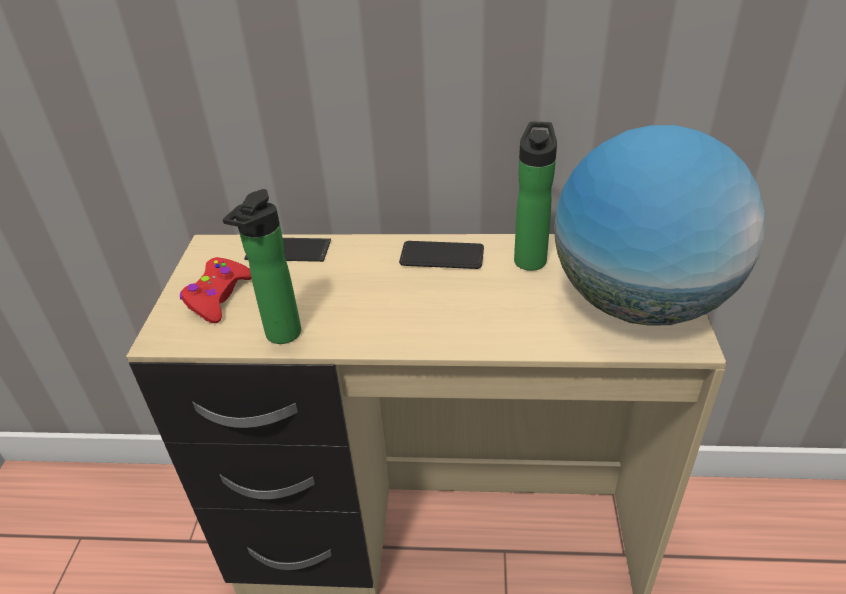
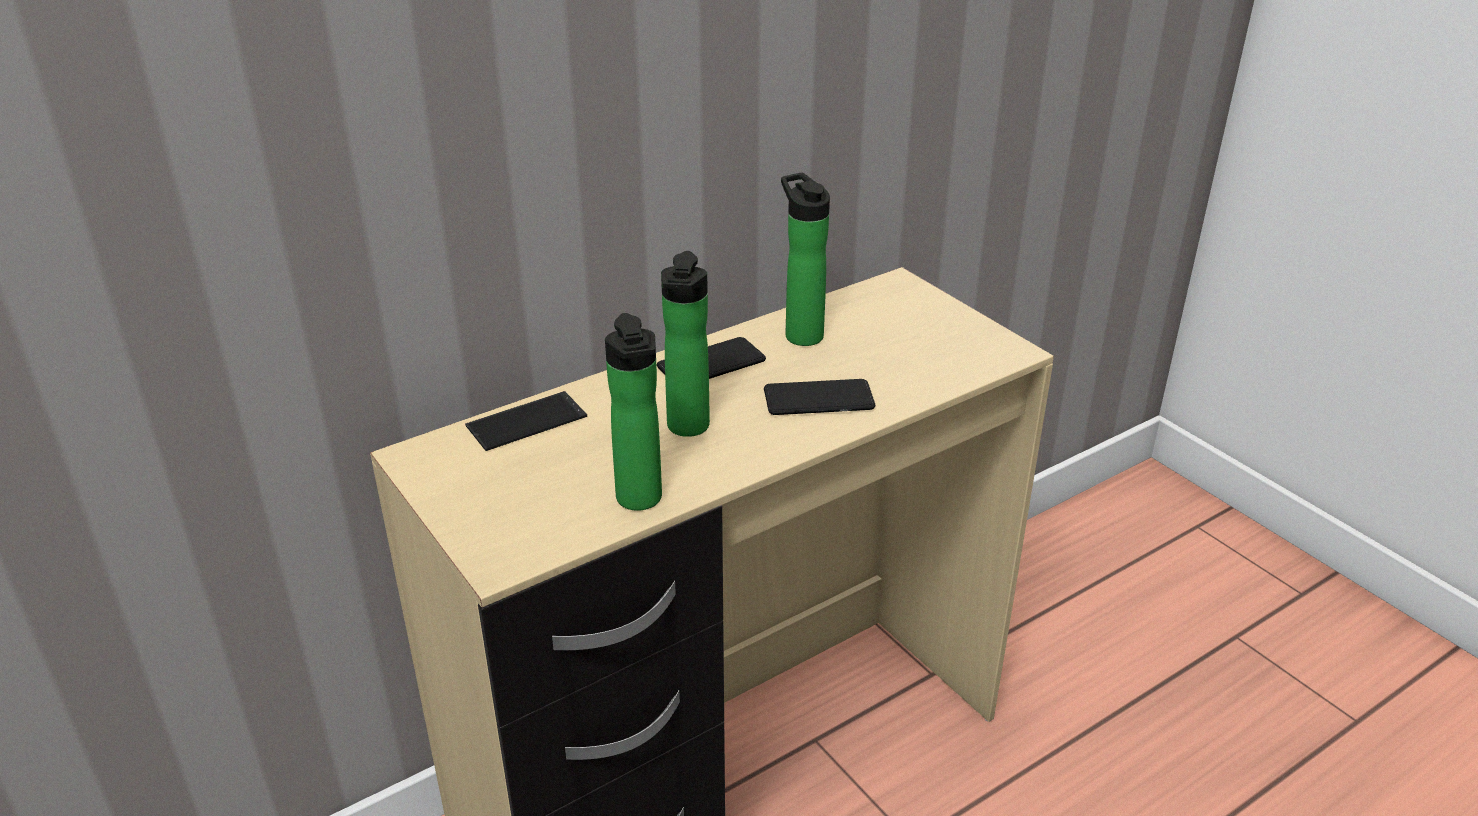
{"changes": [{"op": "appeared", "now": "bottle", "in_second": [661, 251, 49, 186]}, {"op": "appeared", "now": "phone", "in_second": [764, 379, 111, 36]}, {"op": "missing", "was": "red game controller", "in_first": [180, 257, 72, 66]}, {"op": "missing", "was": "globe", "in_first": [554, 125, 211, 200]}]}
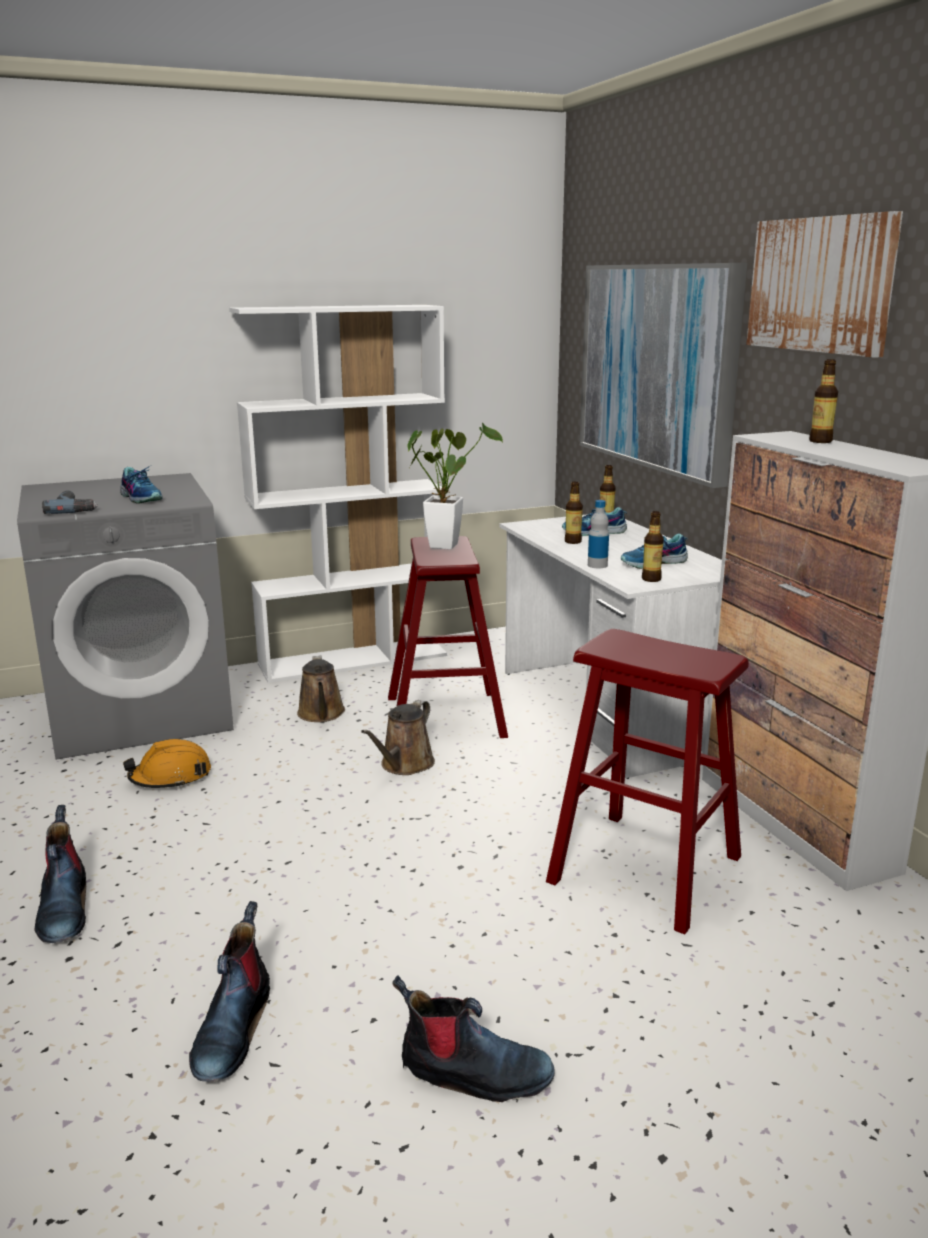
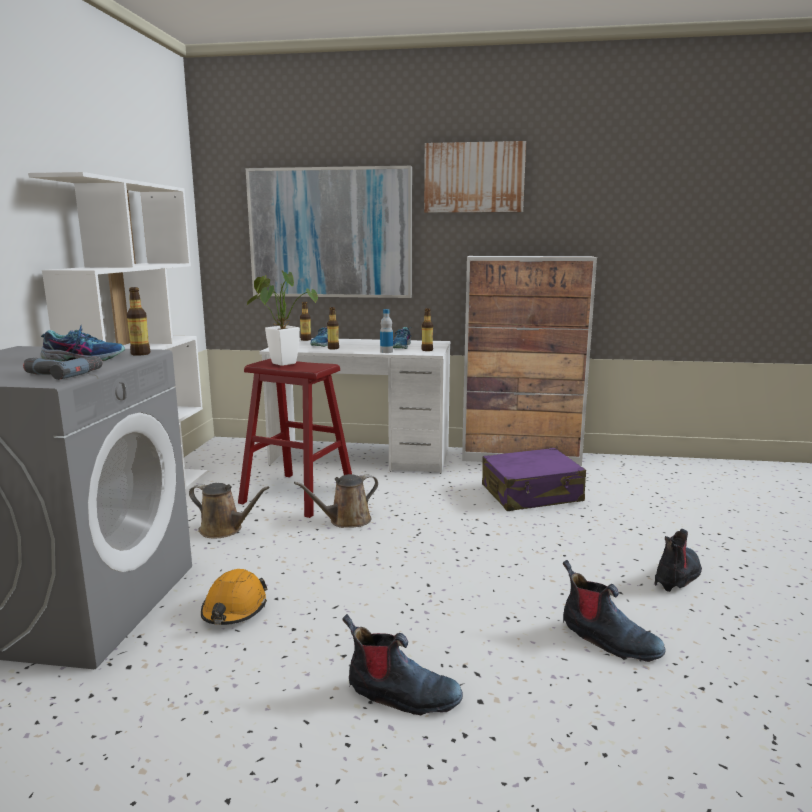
{"changes": [{"op": "relocated", "was": "bottle", "in_first": [809, 359, 29, 84], "in_second": [127, 287, 23, 69]}, {"op": "spun", "was": "brown watering can", "in_first": [361, 700, 74, 75], "in_second": [294, 474, 84, 54], "clockwise": 90}, {"op": "exchanged", "was": "red stool", "now": "purple suitcase", "in_first": [546, 629, 203, 305], "in_second": [482, 448, 104, 63]}]}
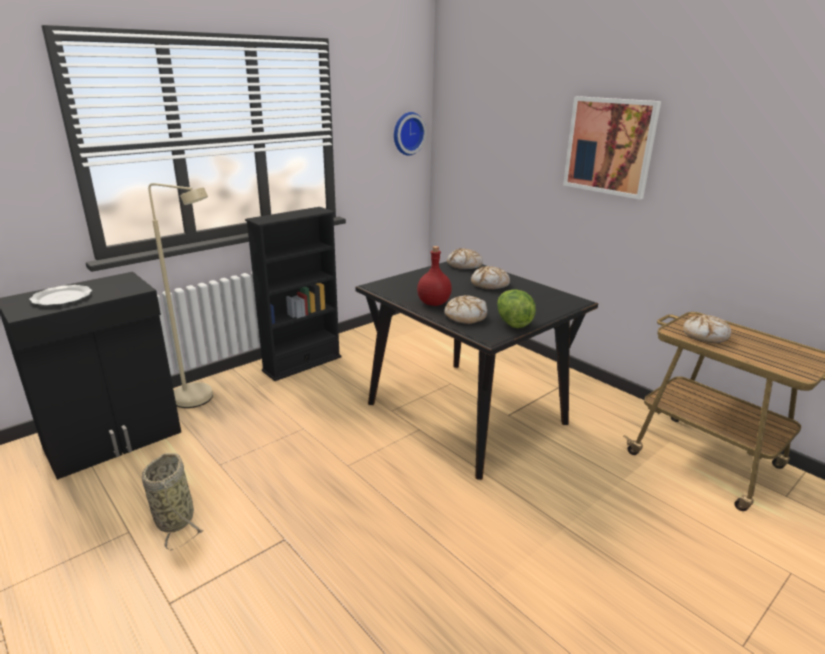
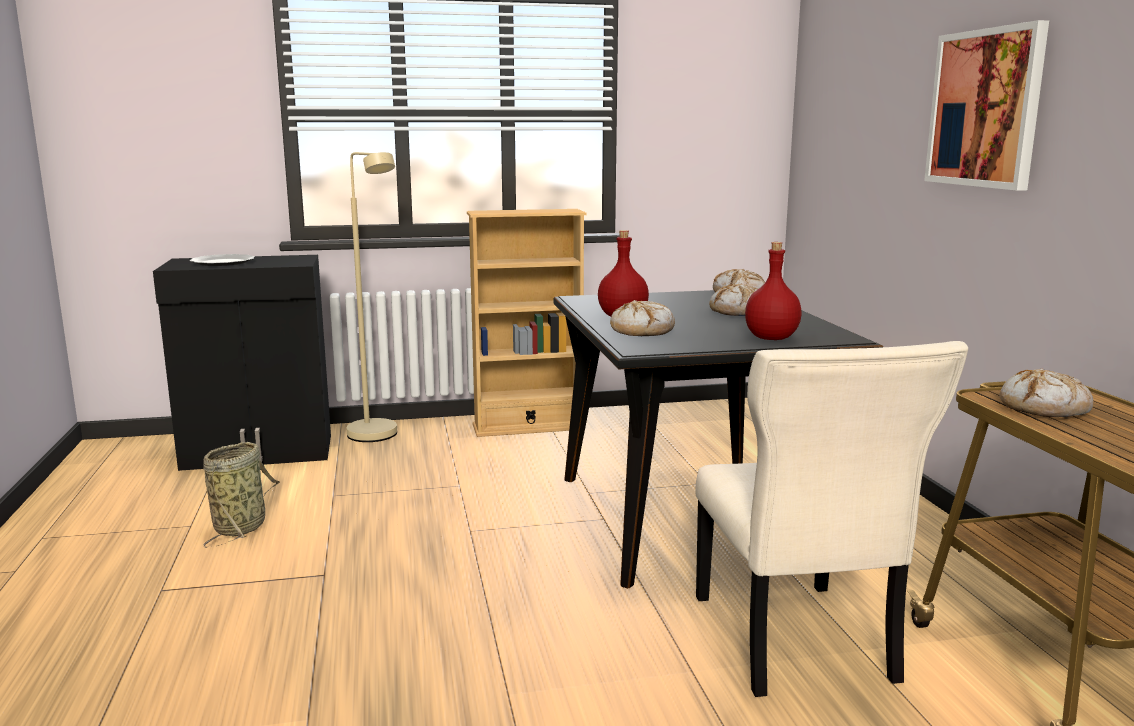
{"changes": [{"op": "colour", "was": "black bookcase", "now": "beige bookcase", "in_first": [245, 207, 96, 174], "in_second": [467, 209, 120, 228]}, {"op": "appeared", "now": "beige chair", "in_second": [695, 341, 273, 356]}, {"op": "appeared", "now": "red bottle", "in_second": [745, 242, 57, 98]}, {"op": "missing", "was": "wall clock", "in_first": [394, 112, 33, 44]}, {"op": "missing", "was": "lettuce", "in_first": [497, 289, 39, 39]}]}
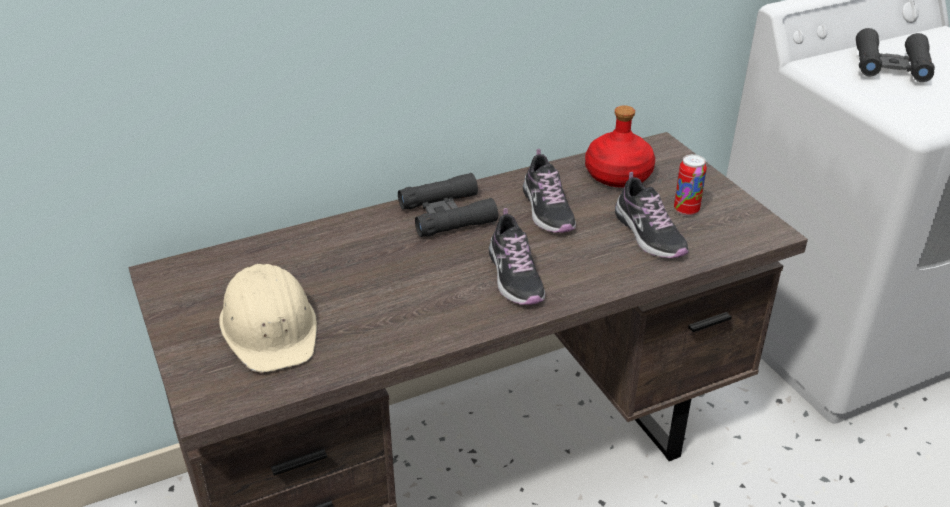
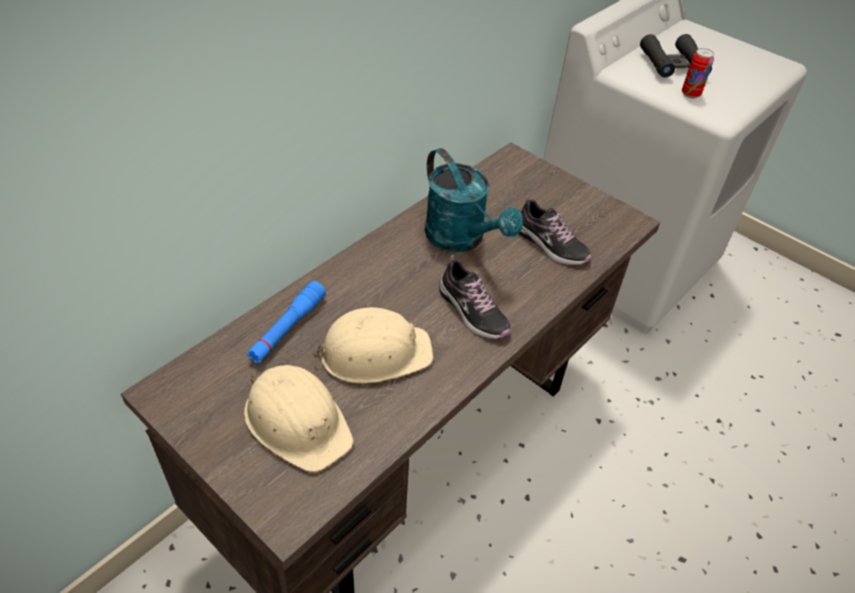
{"changes": [{"op": "appeared", "now": "blue flashlight", "in_second": [247, 281, 79, 82]}, {"op": "appeared", "now": "beige hard hat", "in_second": [312, 307, 121, 77]}, {"op": "exchanged", "was": "shoe", "now": "turquoise watering can", "in_first": [523, 149, 53, 84], "in_second": [425, 148, 98, 104]}, {"op": "relocated", "was": "can", "in_first": [674, 154, 33, 62], "in_second": [682, 48, 32, 50]}, {"op": "missing", "was": "black binoculars", "in_first": [398, 173, 100, 64]}, {"op": "missing", "was": "red bottle", "in_first": [585, 105, 70, 83]}]}
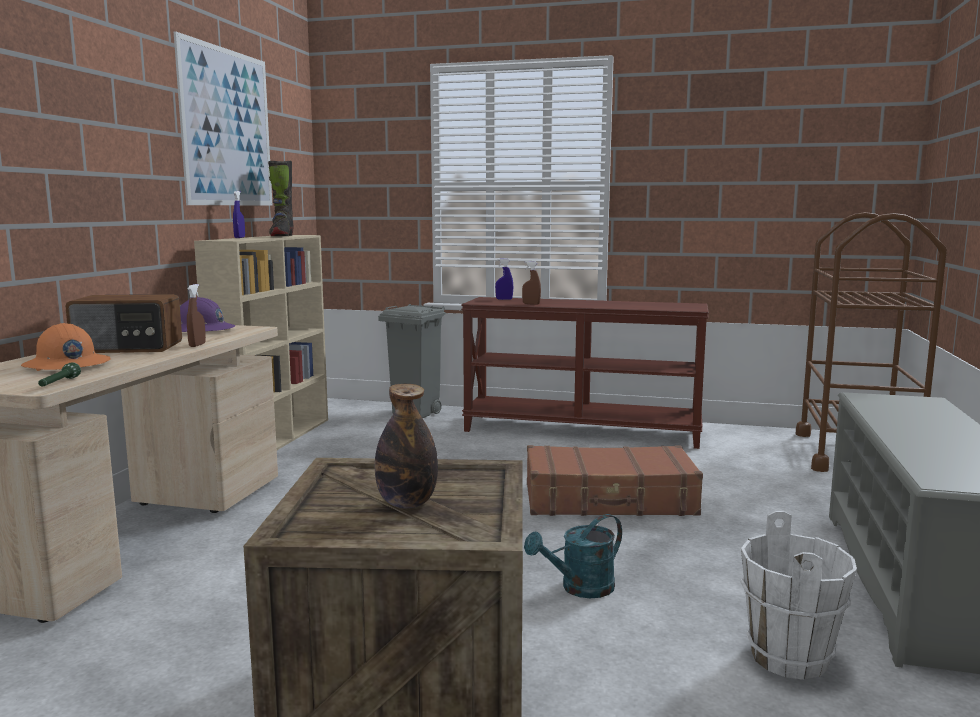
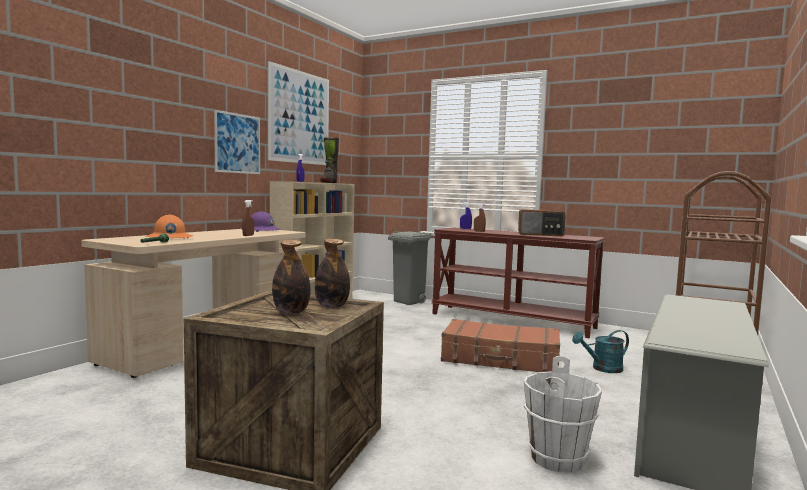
{"changes": [{"op": "appeared", "now": "picture", "in_second": [214, 110, 46, 64]}, {"op": "appeared", "now": "bottle", "in_second": [315, 239, 35, 69]}, {"op": "relocated", "was": "radio", "in_first": [65, 294, 117, 59], "in_second": [518, 209, 48, 27]}, {"op": "relocated", "was": "turquoise watering can", "in_first": [524, 514, 98, 84], "in_second": [572, 330, 57, 43]}]}
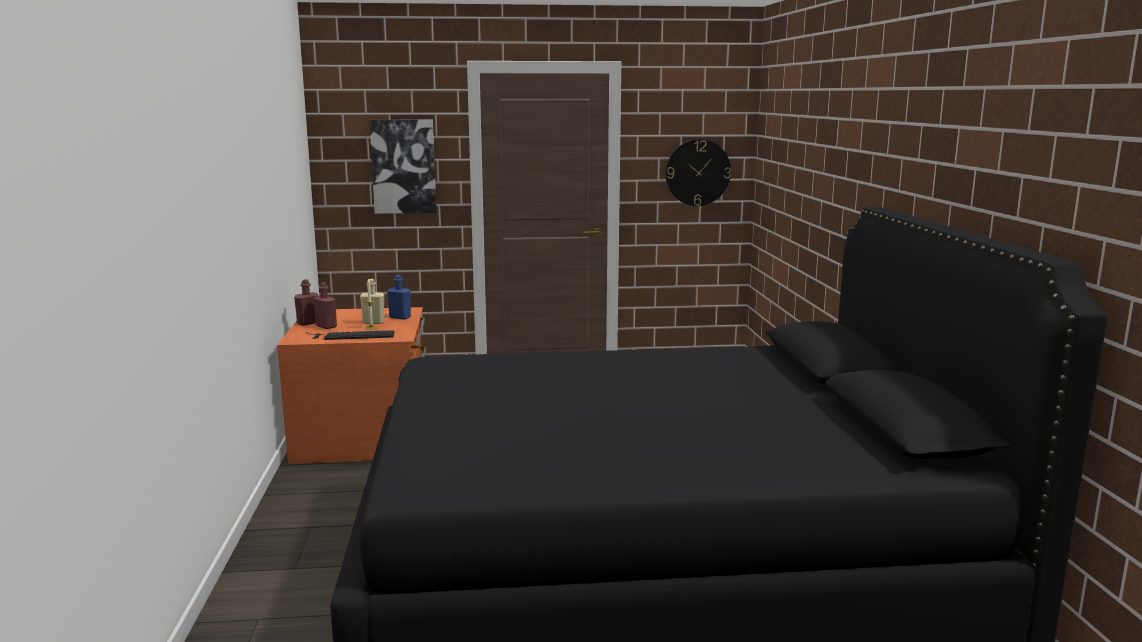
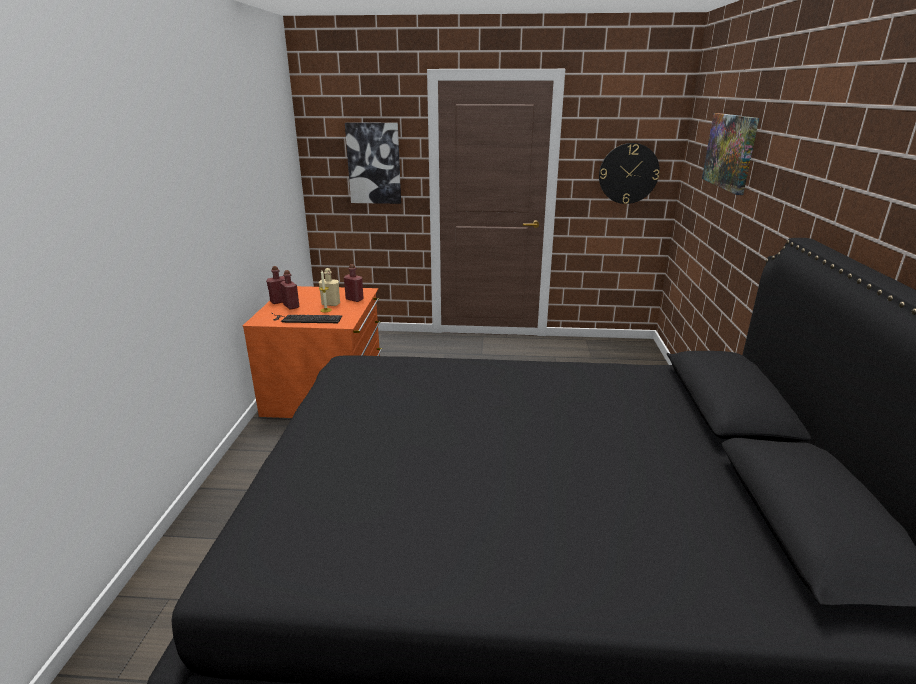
{"changes": [{"op": "colour", "was": "blue bottle", "now": "red bottle", "in_first": [387, 275, 24, 44], "in_second": [344, 264, 20, 38]}, {"op": "appeared", "now": "picture", "in_second": [702, 113, 57, 82]}]}
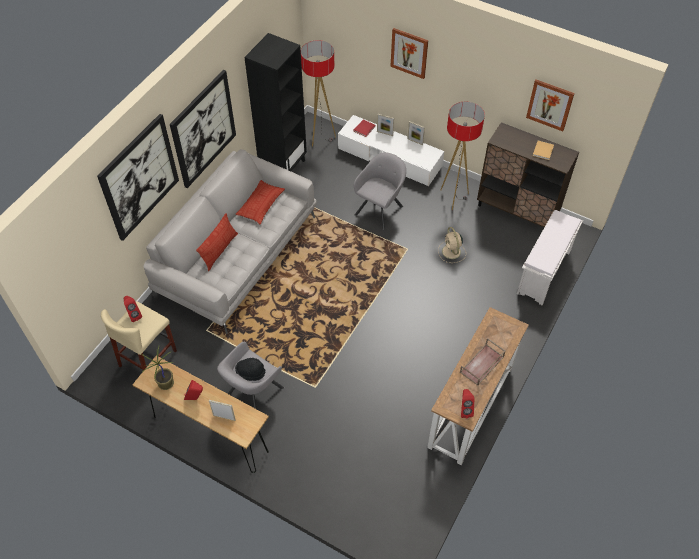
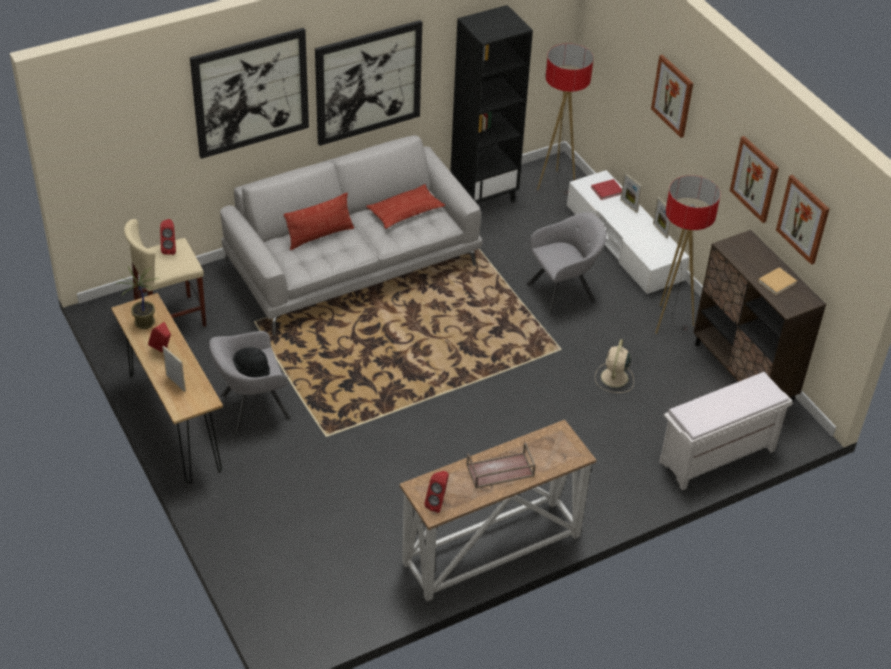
{"changes": [{"op": "appeared", "now": "picture", "in_second": [730, 136, 49, 87]}]}
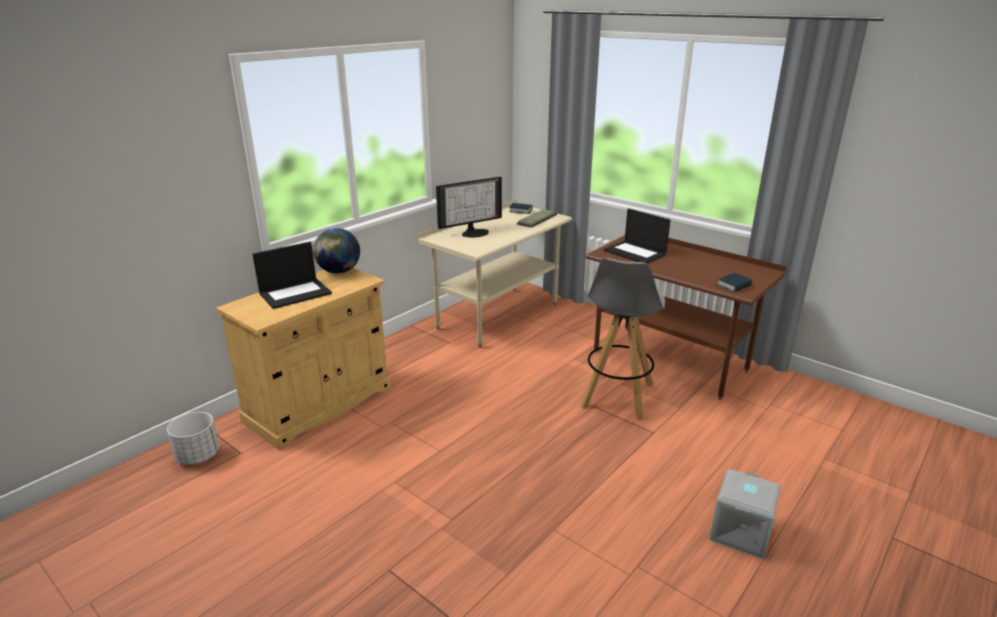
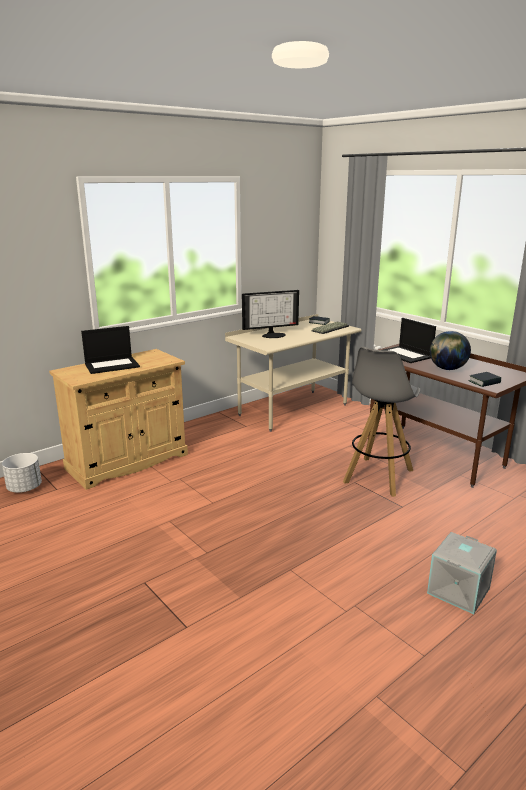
{"changes": [{"op": "relocated", "was": "globe", "in_first": [313, 228, 47, 46], "in_second": [430, 331, 41, 39]}]}
